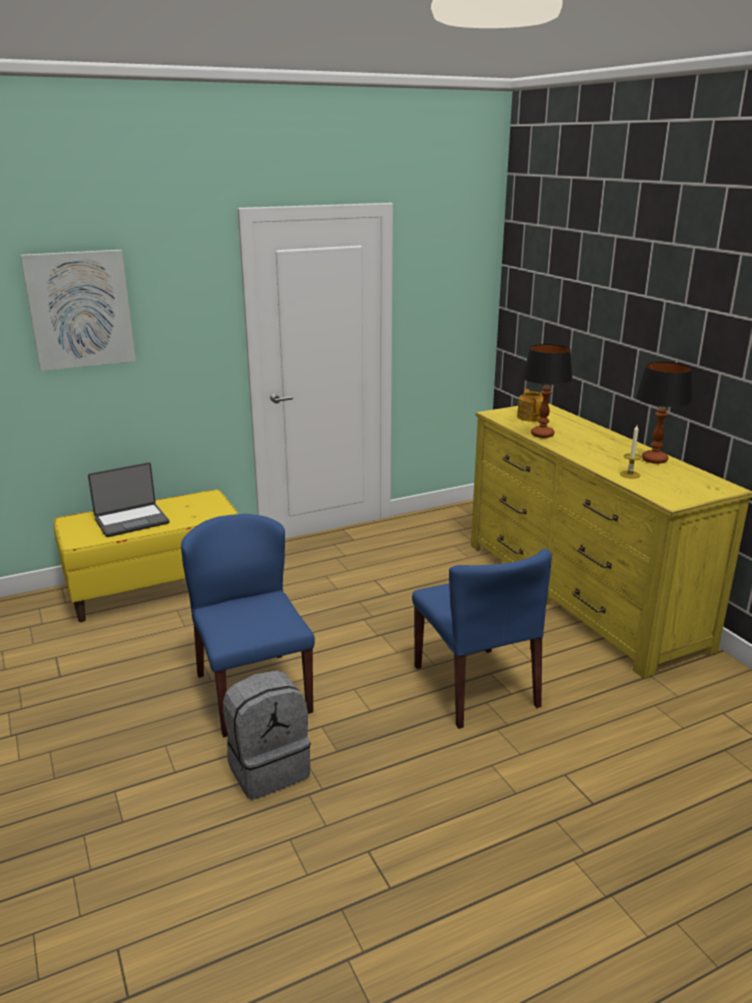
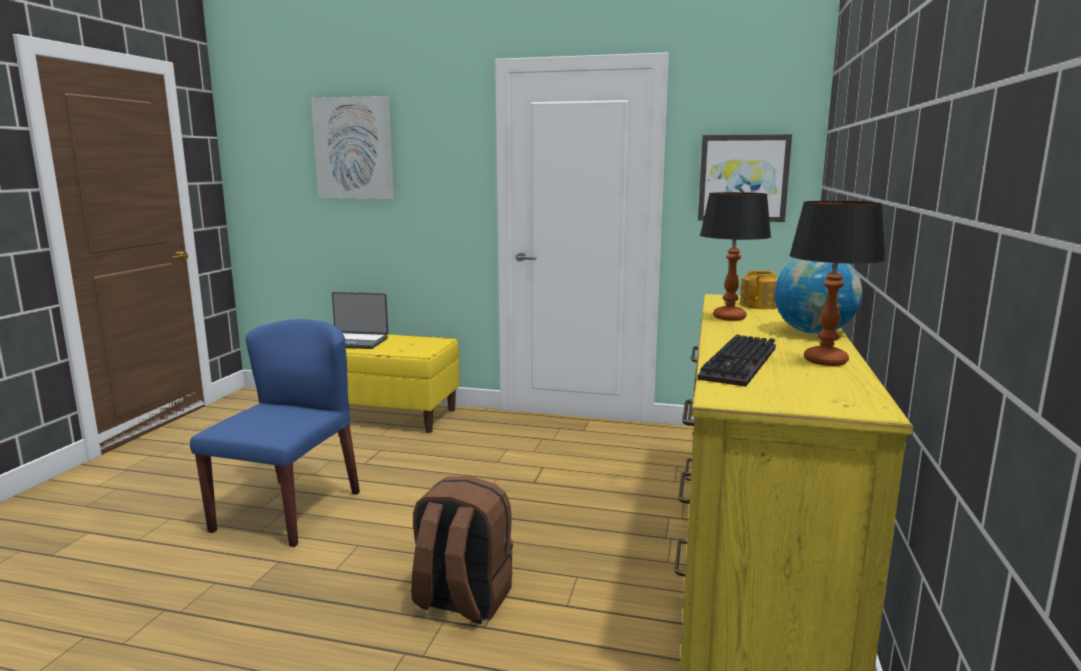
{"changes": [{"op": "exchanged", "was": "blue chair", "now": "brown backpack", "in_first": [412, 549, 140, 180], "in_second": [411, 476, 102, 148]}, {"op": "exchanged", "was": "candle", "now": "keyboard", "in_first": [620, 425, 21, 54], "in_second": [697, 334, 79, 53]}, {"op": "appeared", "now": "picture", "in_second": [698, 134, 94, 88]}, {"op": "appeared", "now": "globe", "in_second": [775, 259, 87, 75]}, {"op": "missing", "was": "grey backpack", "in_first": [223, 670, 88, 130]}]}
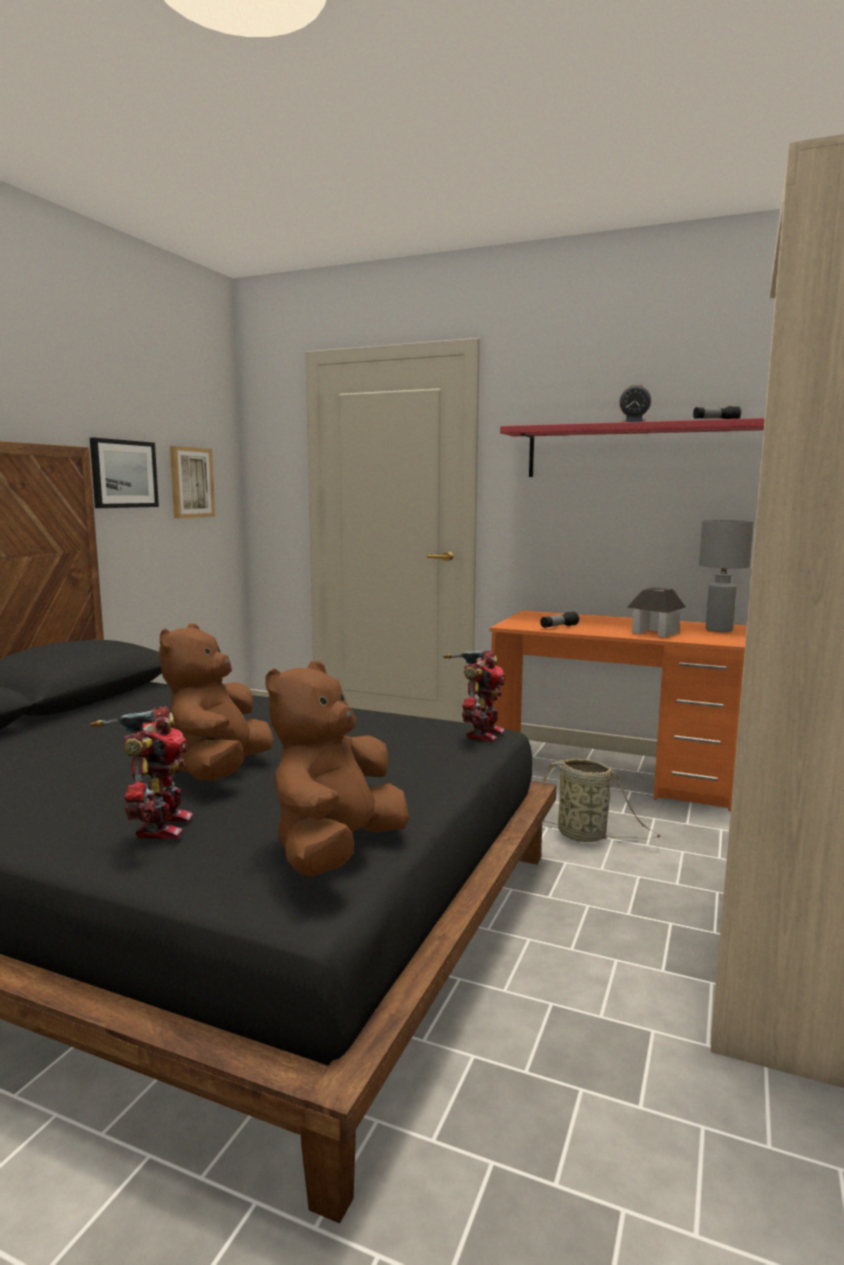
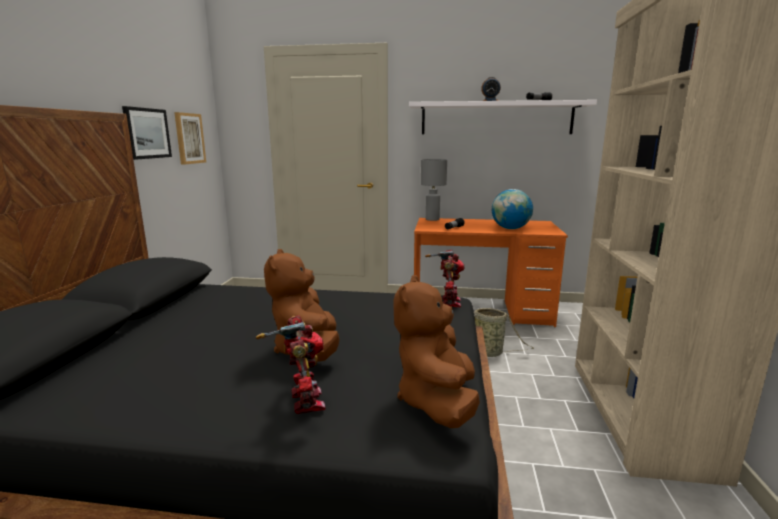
{"changes": [{"op": "colour", "was": "red shelf", "now": "white shelf", "in_first": [500, 418, 265, 59], "in_second": [409, 100, 188, 34]}, {"op": "relocated", "was": "grey table lamp", "in_first": [699, 520, 55, 112], "in_second": [421, 159, 26, 62]}, {"op": "exchanged", "was": "toy house", "now": "globe", "in_first": [627, 587, 59, 50], "in_second": [492, 189, 41, 40]}]}
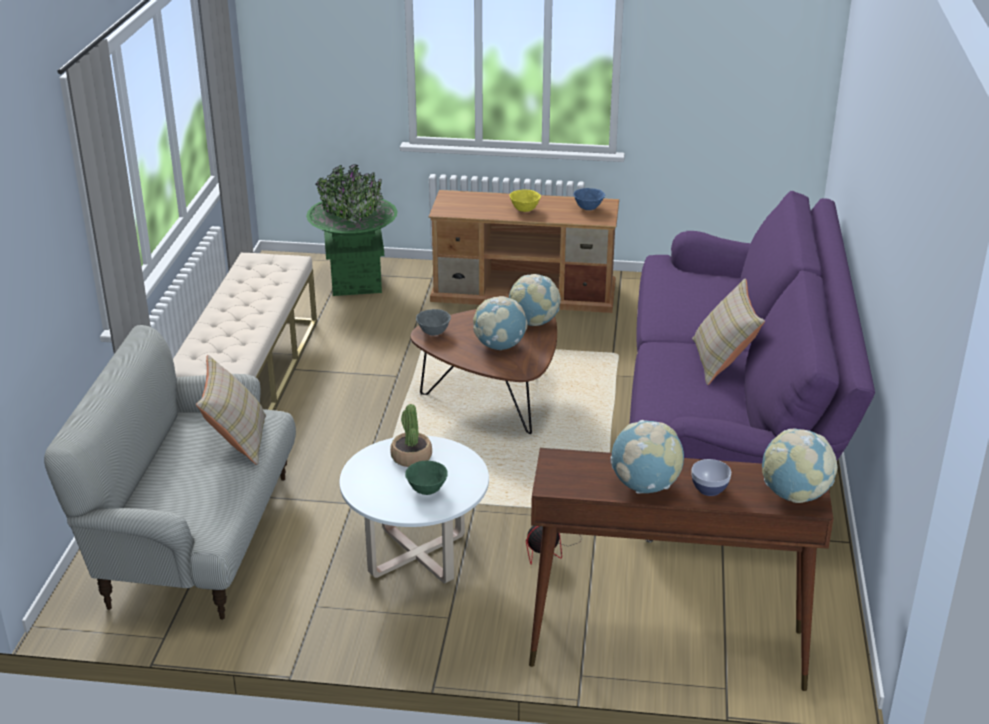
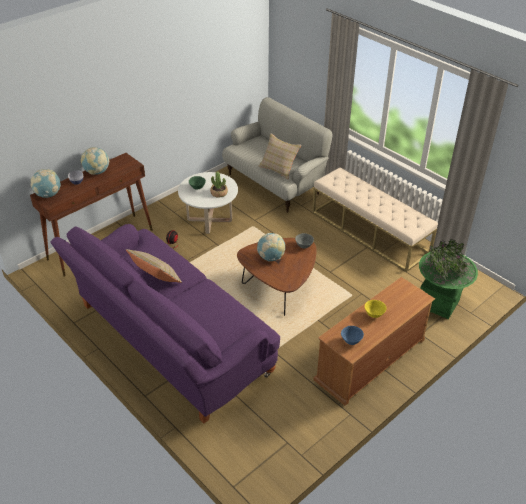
{"changes": [{"op": "missing", "was": "globe", "in_first": [509, 274, 52, 52]}]}
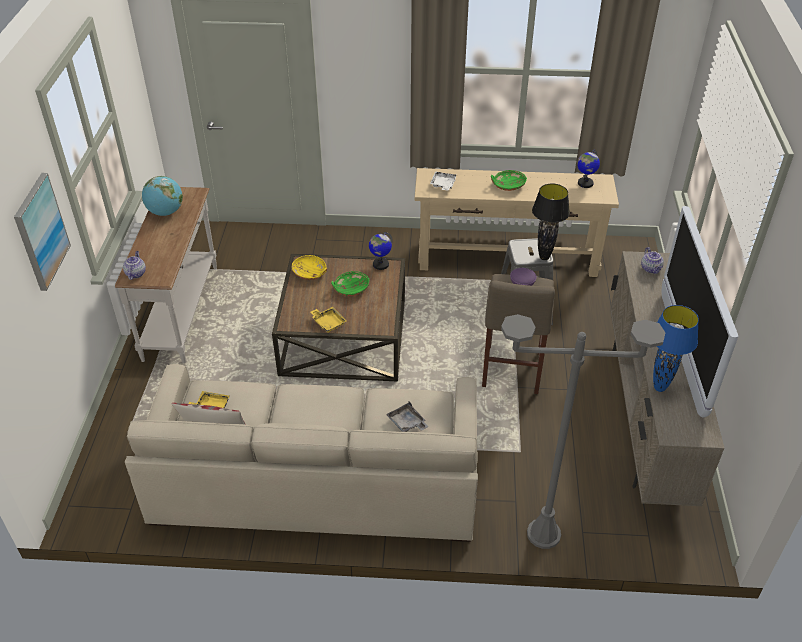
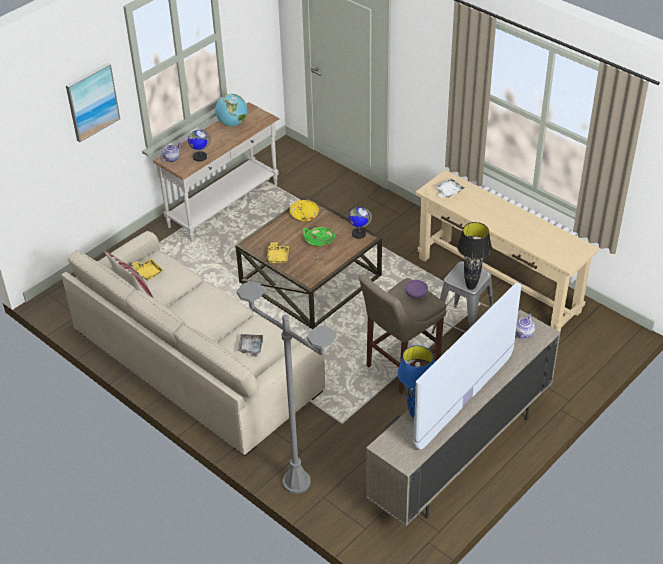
{"changes": [{"op": "relocated", "was": "globe", "in_first": [577, 150, 23, 38], "in_second": [188, 129, 23, 33]}, {"op": "missing", "was": "green bowl", "in_first": [491, 170, 36, 21]}]}
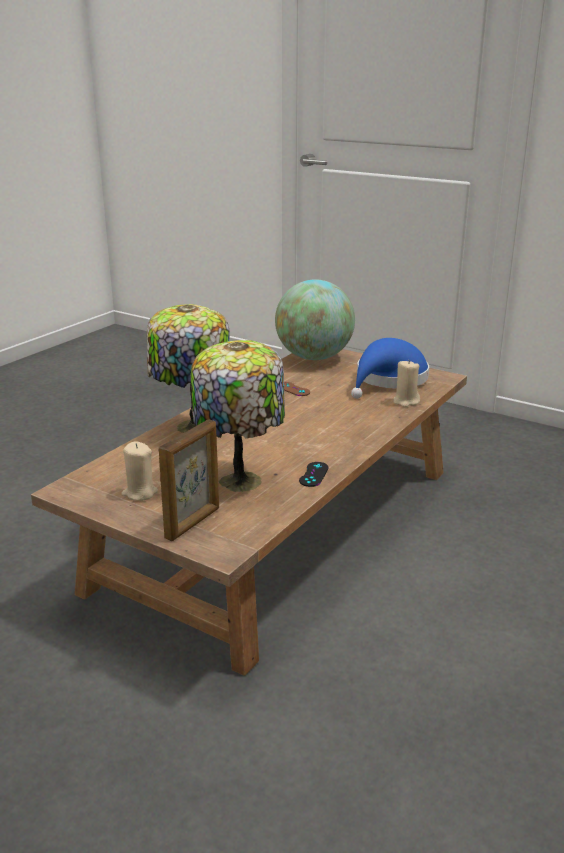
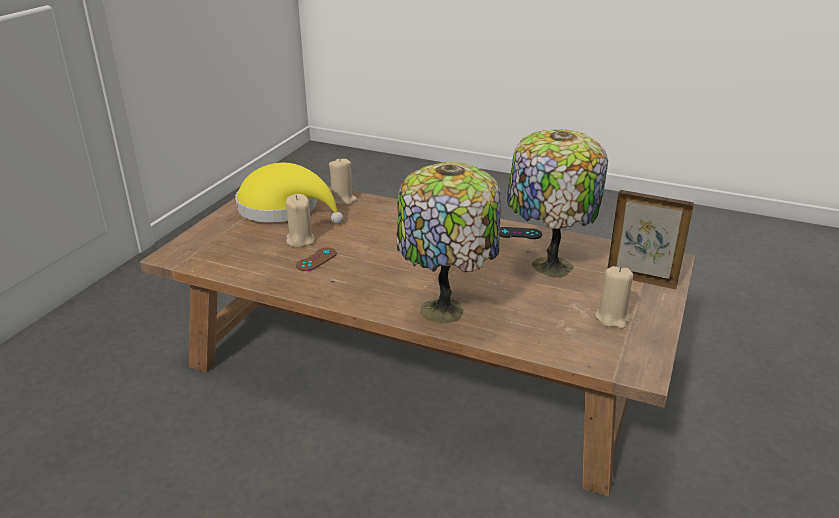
{"changes": [{"op": "colour", "was": "blue hat", "now": "yellow hat", "in_first": [351, 338, 78, 61], "in_second": [235, 163, 108, 61]}, {"op": "appeared", "now": "beige candle", "in_second": [286, 194, 29, 53]}, {"op": "missing", "was": "globe", "in_first": [275, 280, 80, 80]}]}
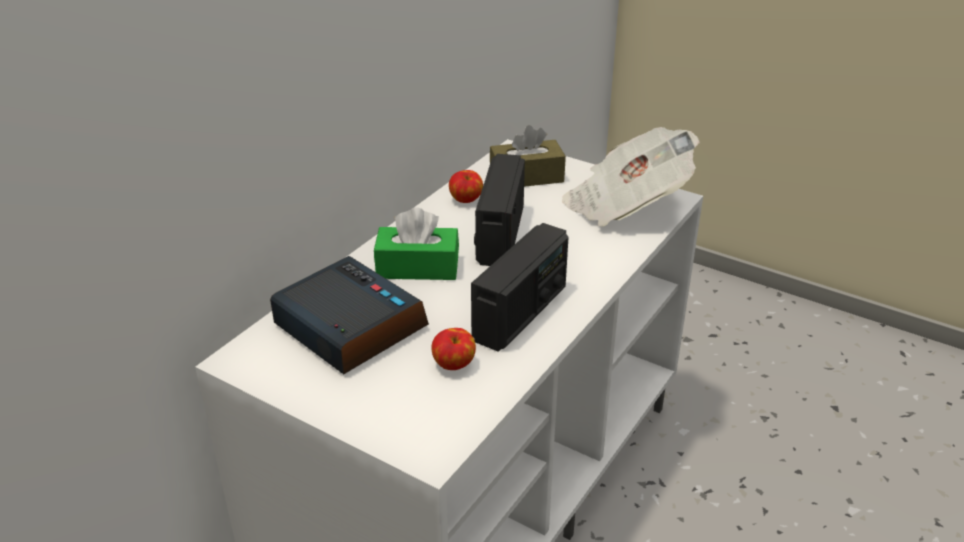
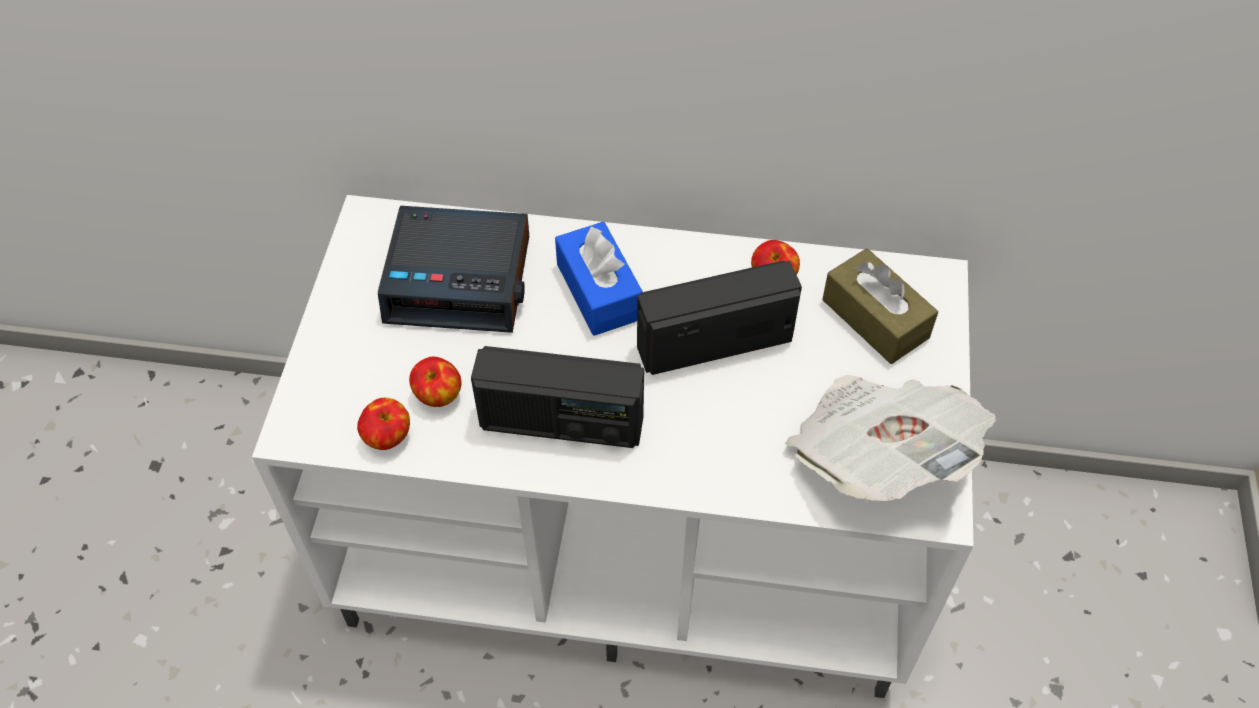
{"changes": [{"op": "appeared", "now": "apple", "in_second": [357, 398, 53, 52]}, {"op": "spun", "was": "alarm clock", "in_first": [270, 256, 159, 118], "in_second": [378, 206, 151, 127], "clockwise": 75}, {"op": "colour", "was": "green tissue box", "now": "blue tissue box", "in_first": [374, 207, 85, 73], "in_second": [555, 222, 88, 114]}]}
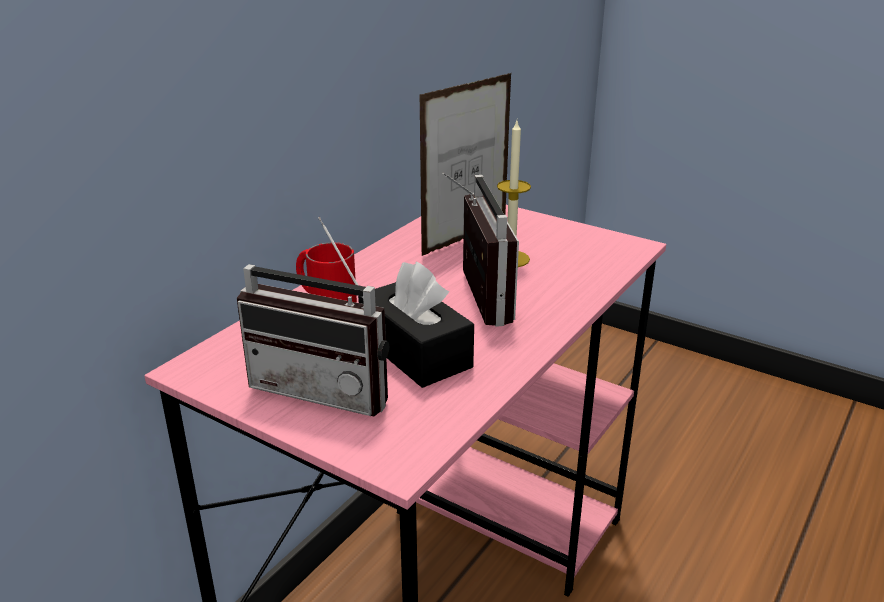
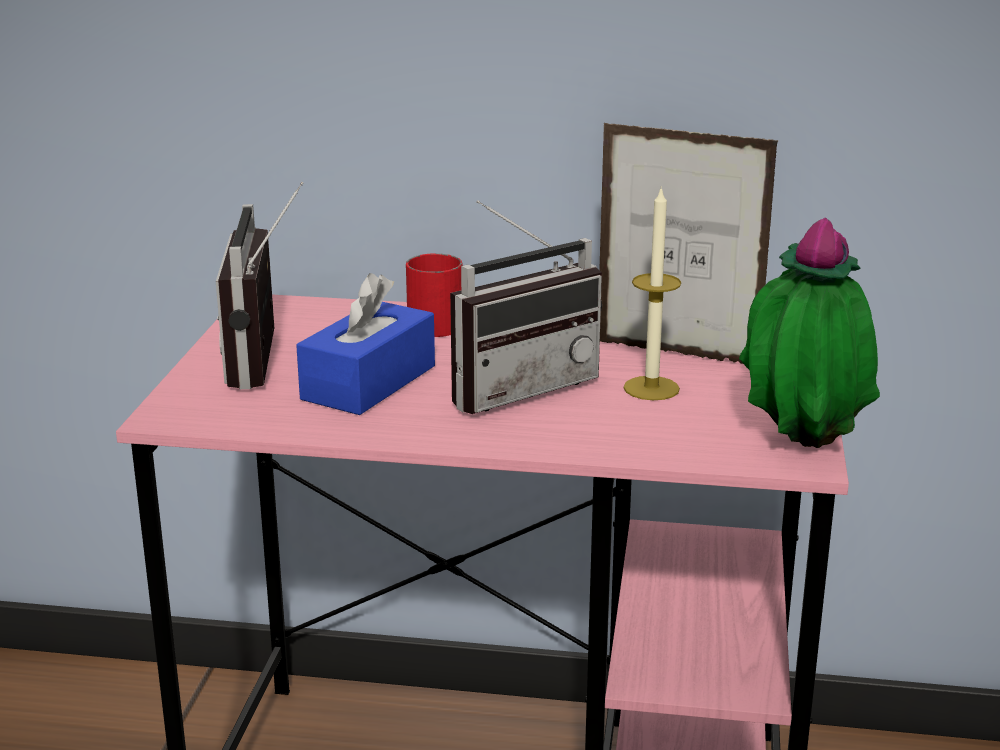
{"changes": [{"op": "colour", "was": "black tissue box", "now": "blue tissue box", "in_first": [358, 262, 116, 126], "in_second": [296, 273, 139, 142]}, {"op": "appeared", "now": "potted plant", "in_second": [739, 217, 141, 231]}]}
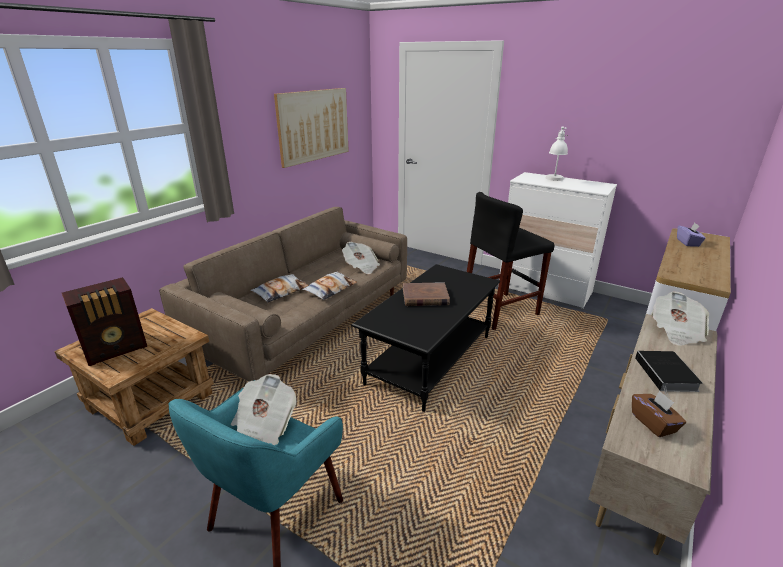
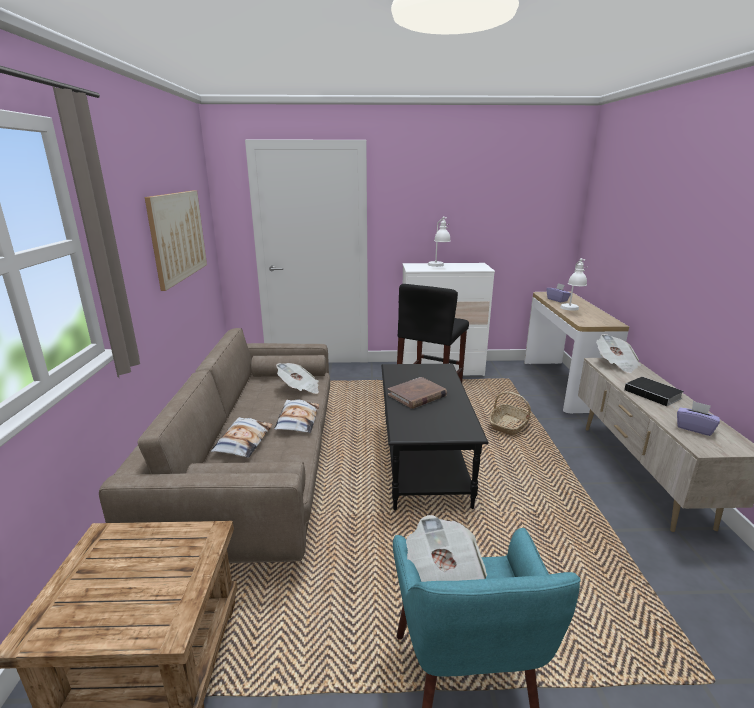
{"changes": [{"op": "appeared", "now": "basket", "in_second": [489, 391, 43, 44]}, {"op": "appeared", "now": "white table lamp", "in_second": [560, 258, 27, 53]}, {"op": "colour", "was": "brown tissue box", "now": "purple tissue box", "in_first": [632, 390, 54, 47], "in_second": [677, 401, 43, 35]}, {"op": "missing", "was": "radio", "in_first": [62, 277, 85, 89]}]}
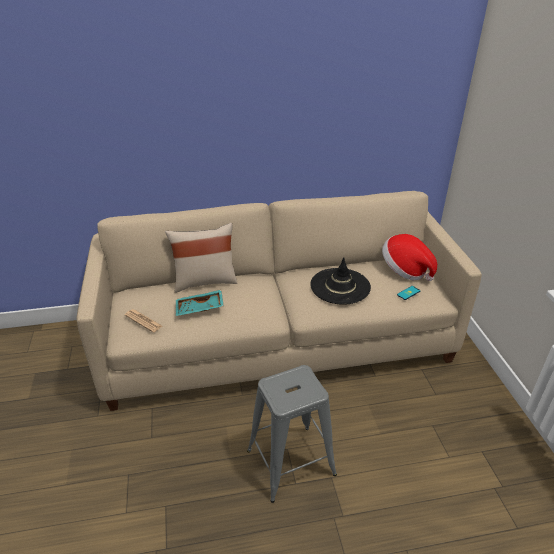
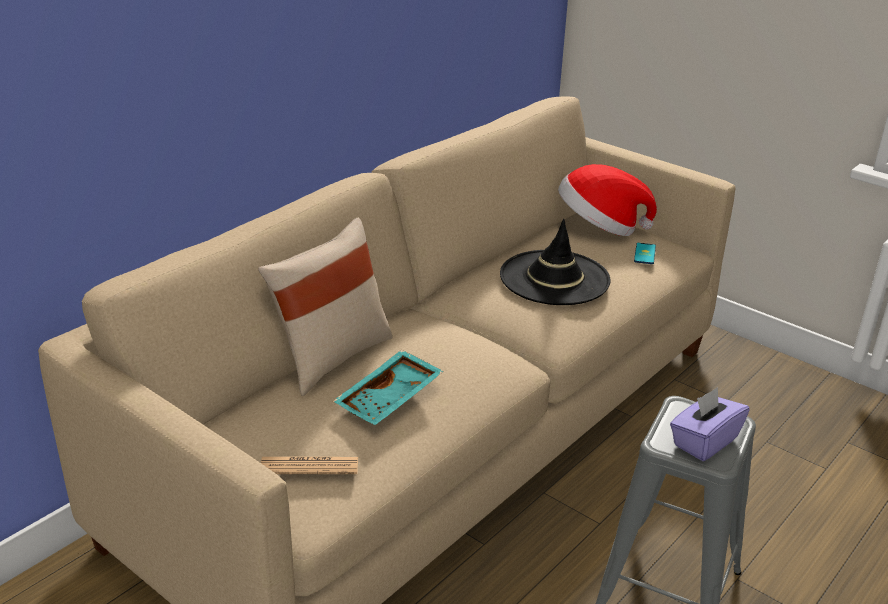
{"changes": [{"op": "appeared", "now": "purple tissue box", "in_second": [670, 387, 80, 74]}]}
